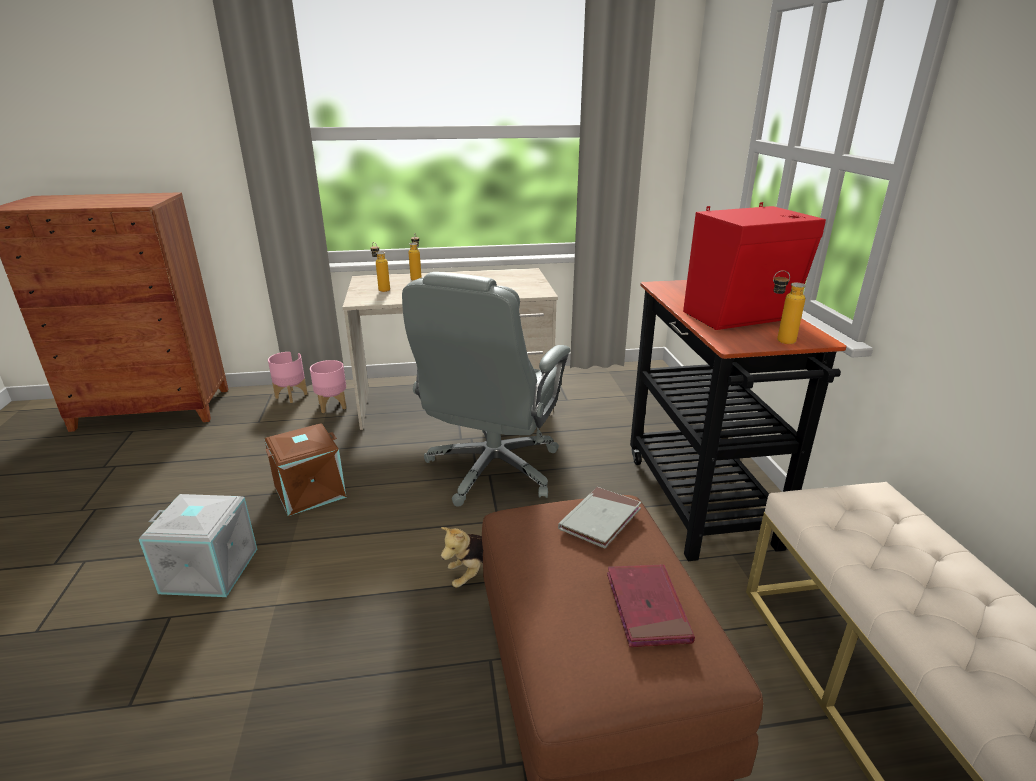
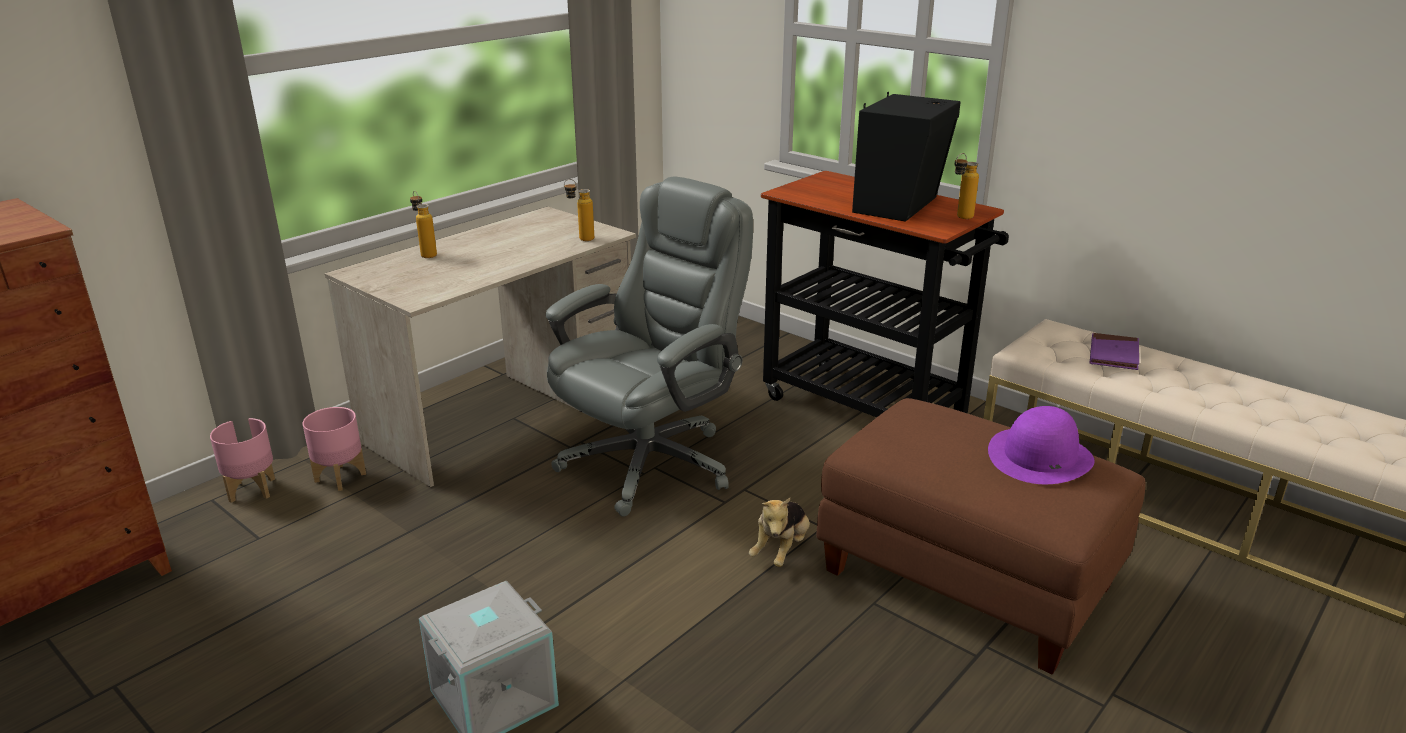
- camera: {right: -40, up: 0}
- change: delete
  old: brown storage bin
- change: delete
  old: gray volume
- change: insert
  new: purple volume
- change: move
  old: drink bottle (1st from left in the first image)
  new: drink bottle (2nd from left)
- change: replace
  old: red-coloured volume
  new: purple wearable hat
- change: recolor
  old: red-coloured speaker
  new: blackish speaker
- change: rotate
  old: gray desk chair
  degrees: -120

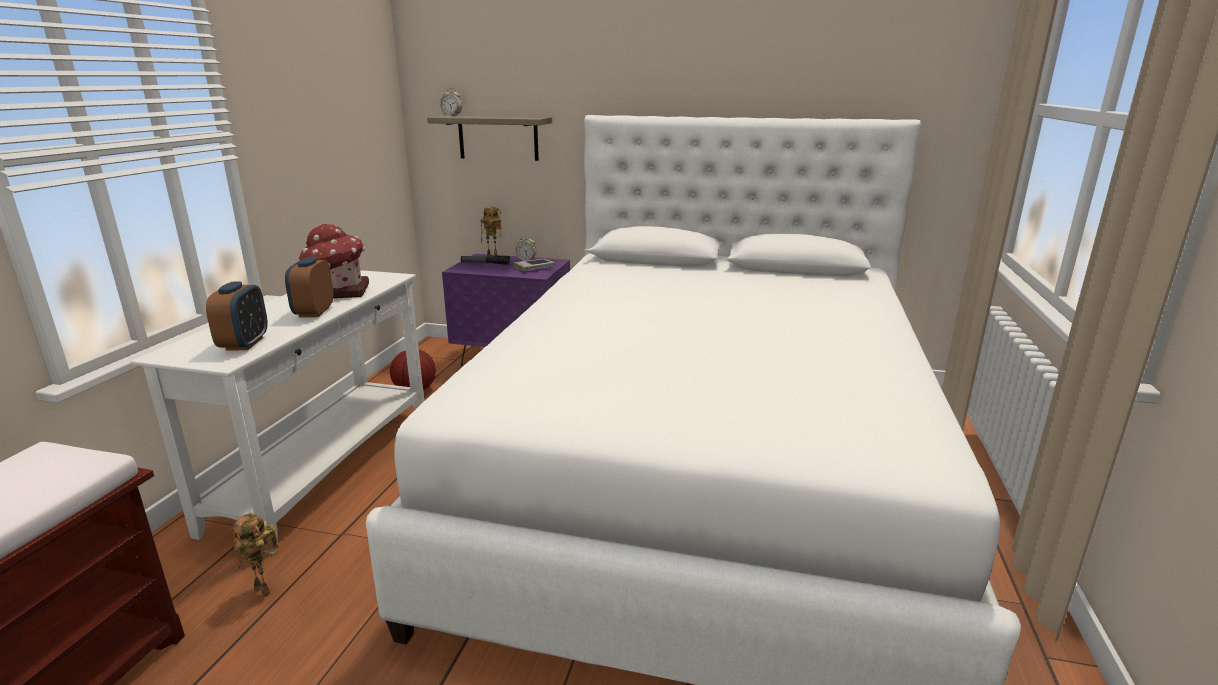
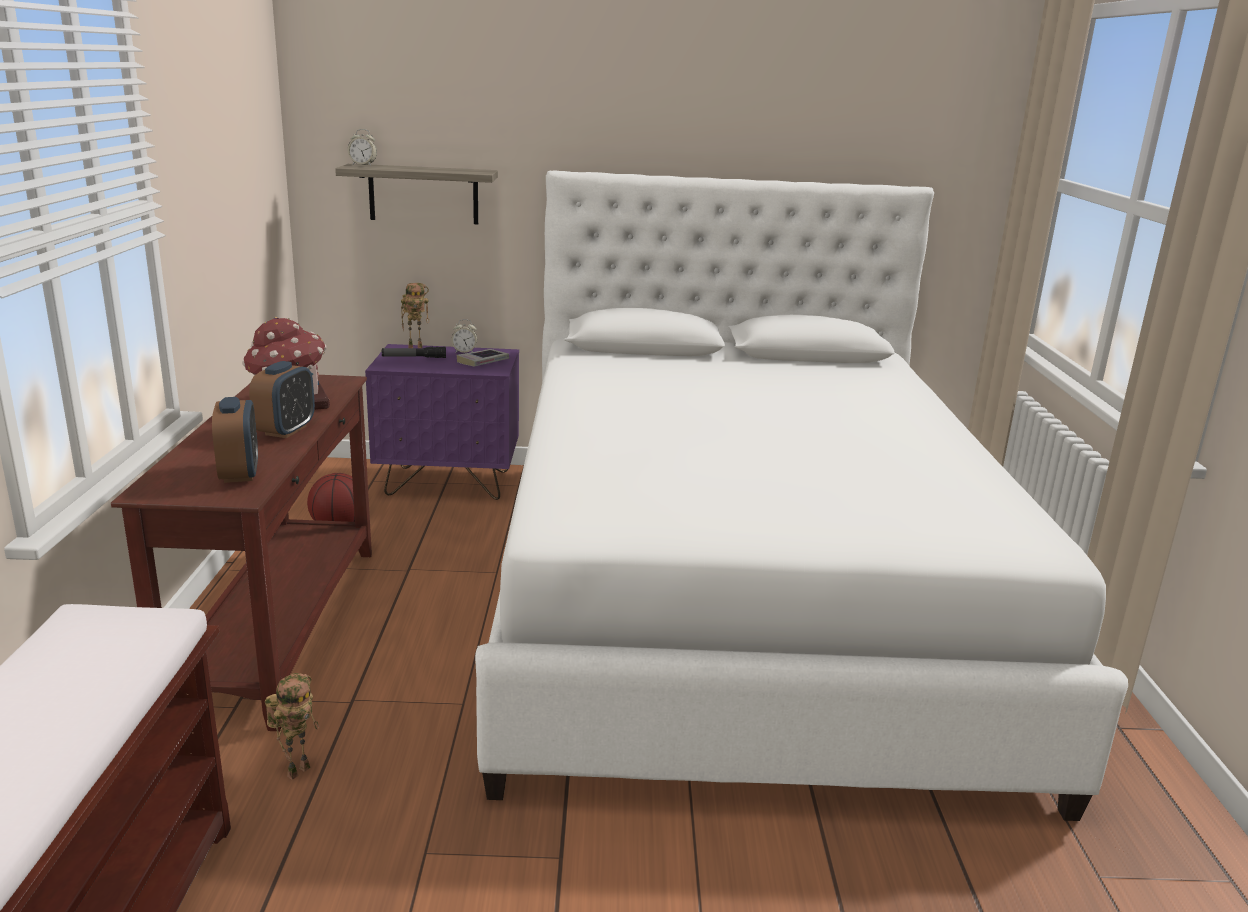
- camera: {right: -15, up: 0}
- change: recolor
  old: white narrow table
  new: brown narrow table
- change: rotate
  old: robot figure (1st from left)
  degrees: -75
- change: rotate
  old: alarm clock (2nd from left)
  degrees: -150

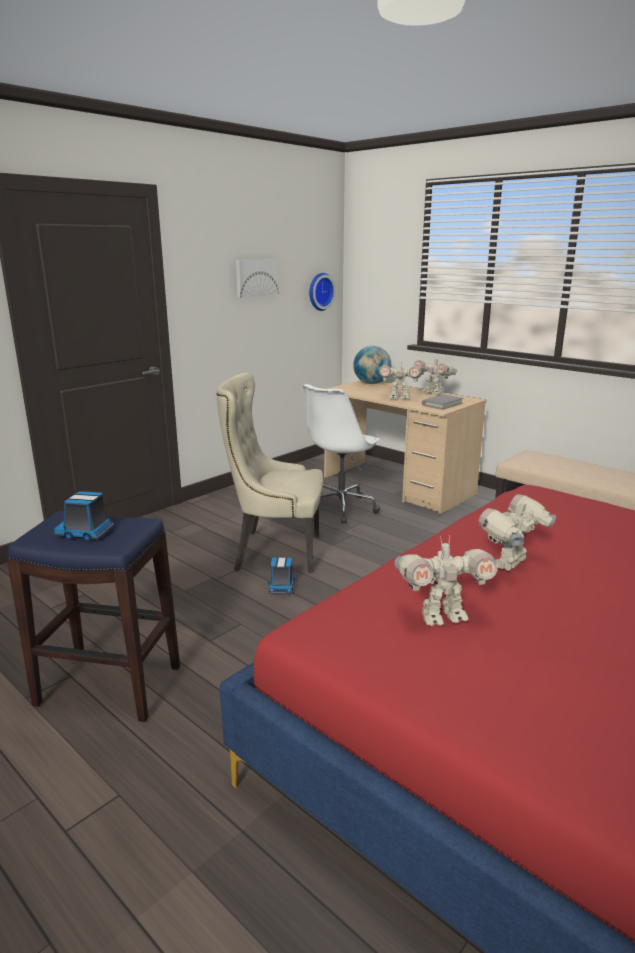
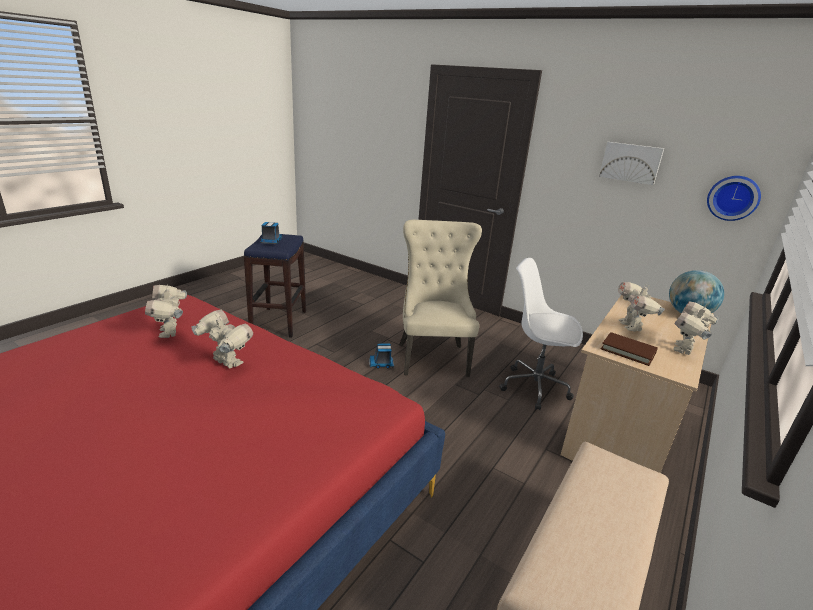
- camera: {right: 80, up: 5}
- change: recolor
  old: gray volume
  new: brown volume

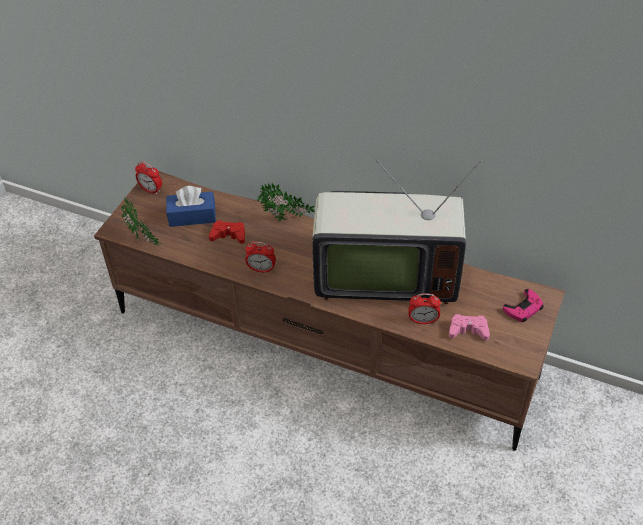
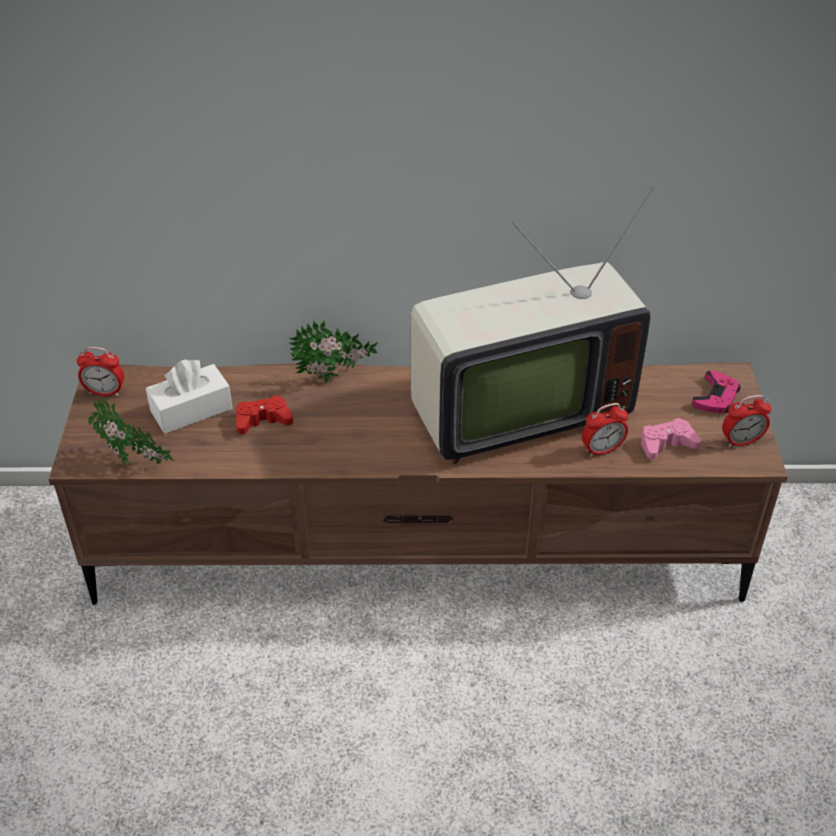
- camera: {right: -25, up: -5}
- change: move
  old: alarm clock (2nd from left in the first image)
  new: alarm clock (3rd from left)
- change: recolor
  old: blue tissue box
  new: white tissue box

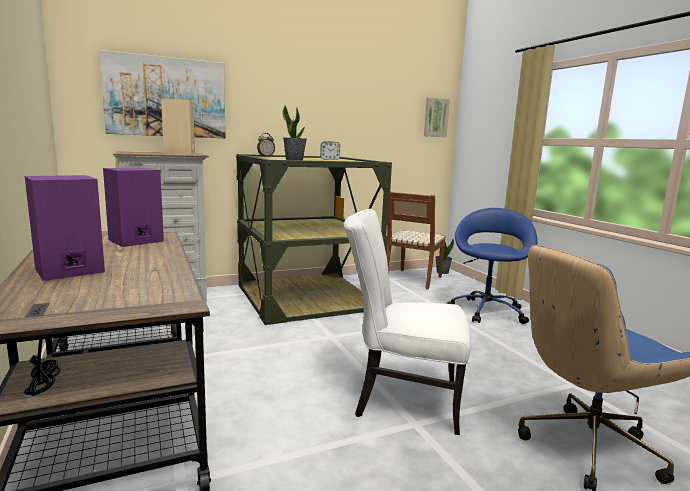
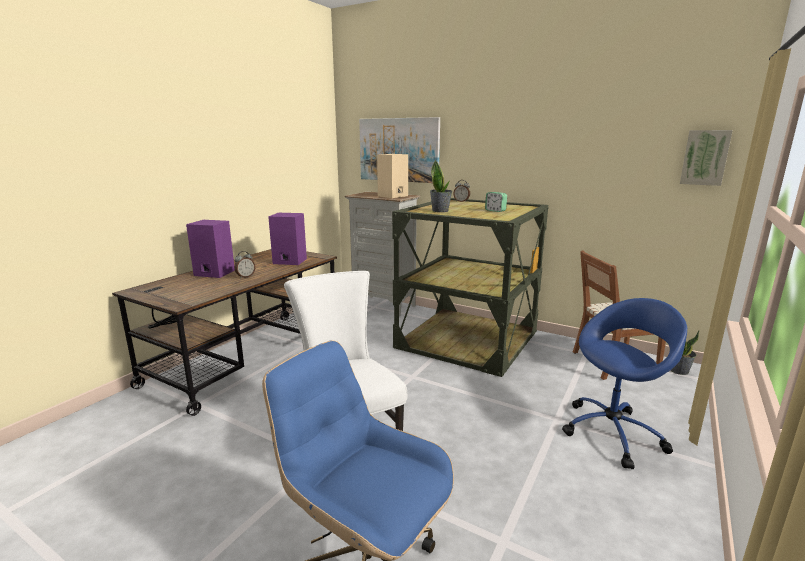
- camera: {right: 55, up: 5}
- change: insert
  new: alarm clock (1st from left)

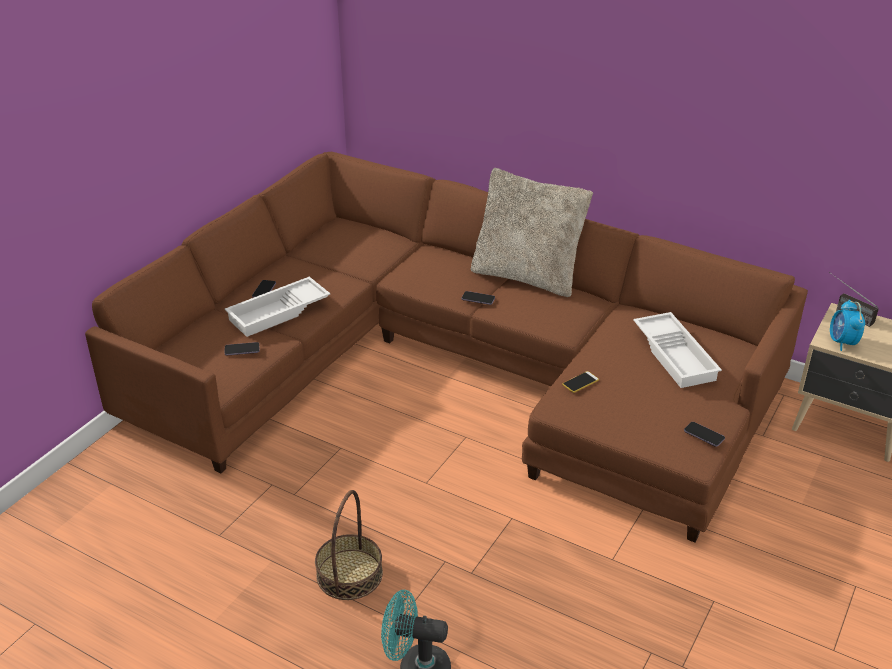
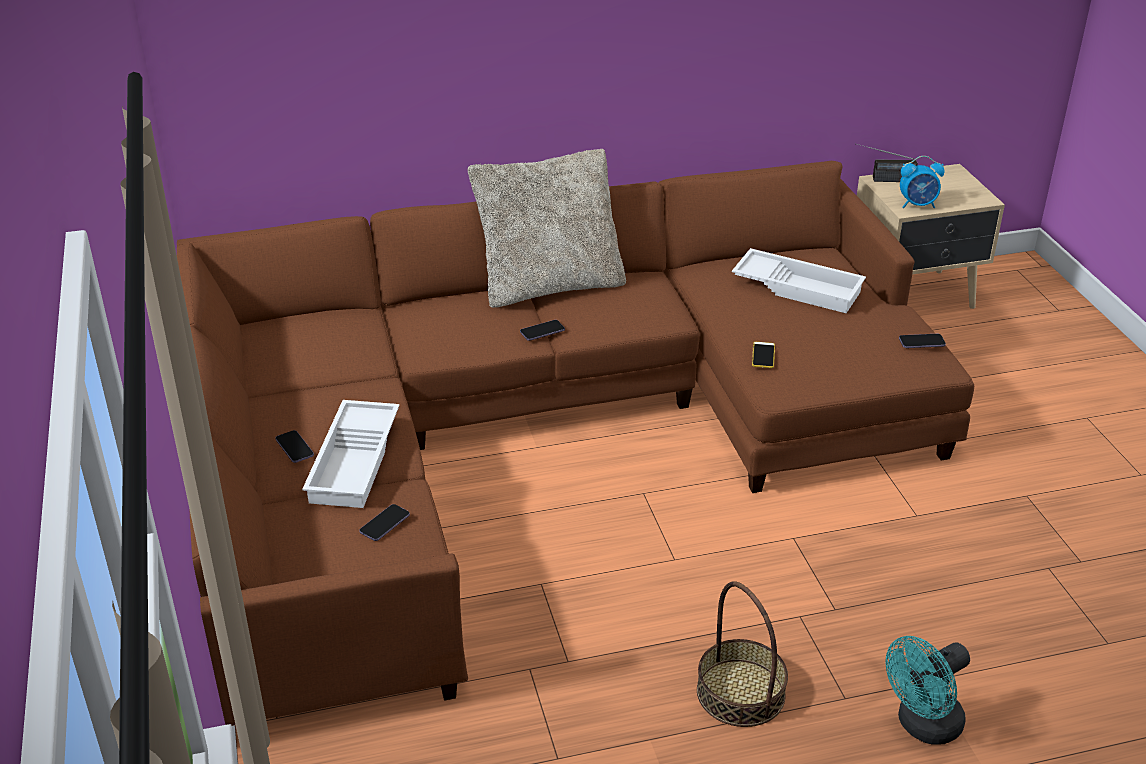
- camera: {right: -45, up: 0}
- change: rotate
  old: alarm clock
  degrees: -45

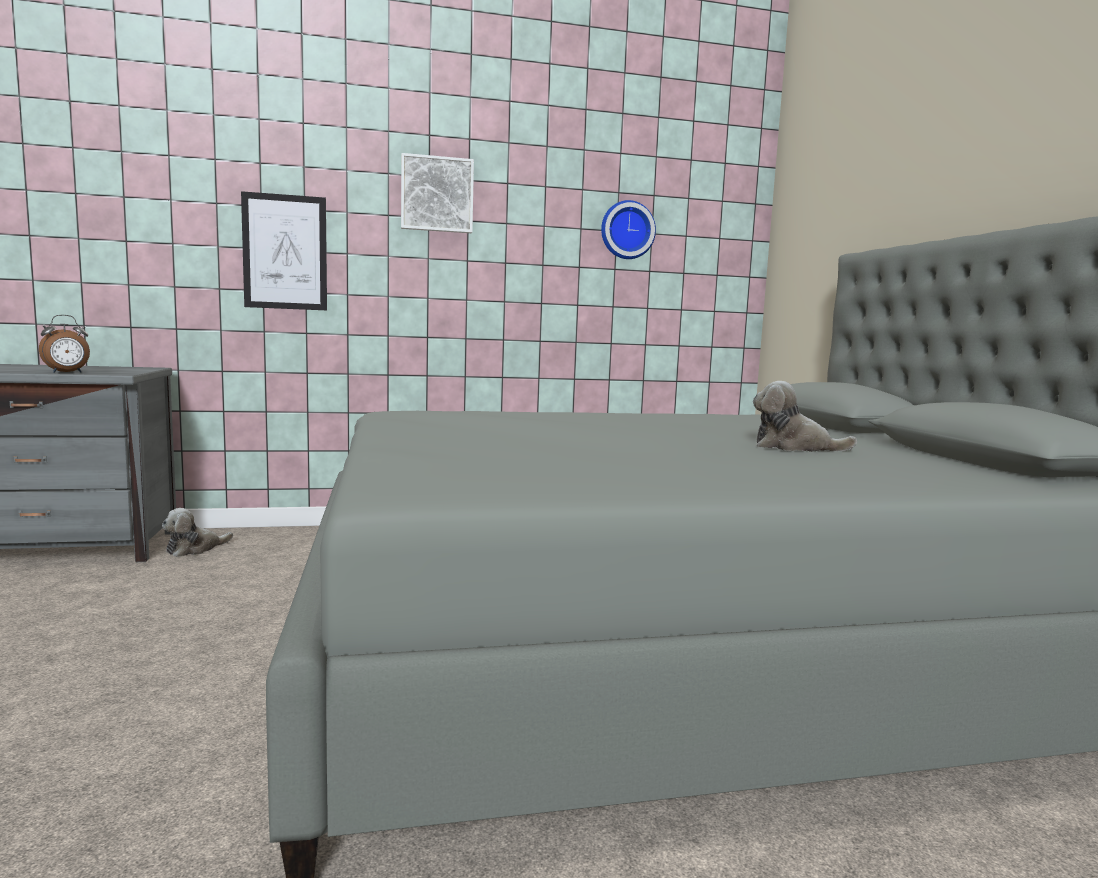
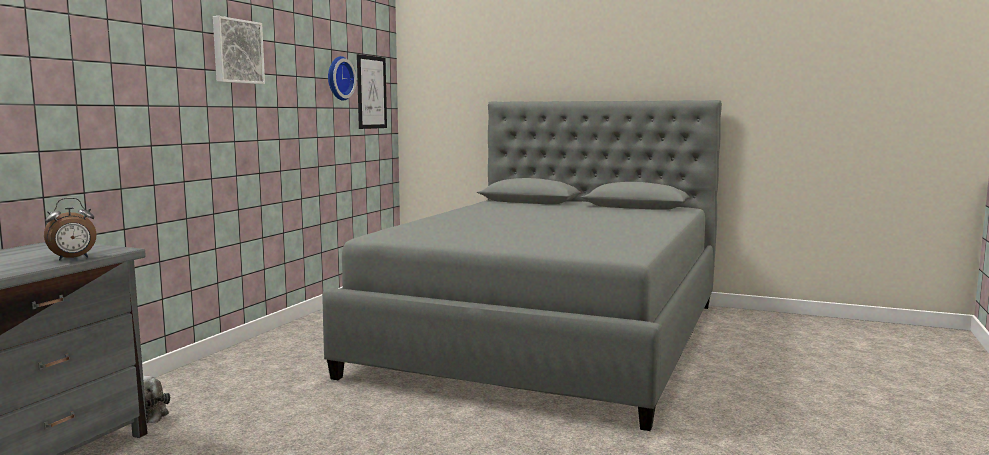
- camera: {right: -55, up: 0}
- change: delete
  old: cuddly toy (2nd from left)
- change: move
  old: picture (1st from left in the first image)
  new: picture (2nd from left)
- change: rotate
  old: alarm clock
  degrees: 60

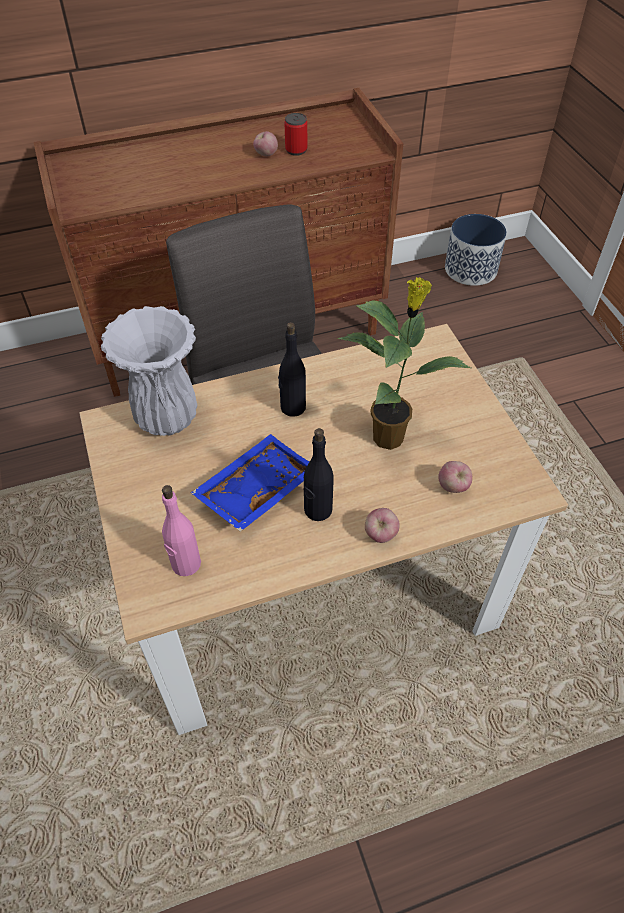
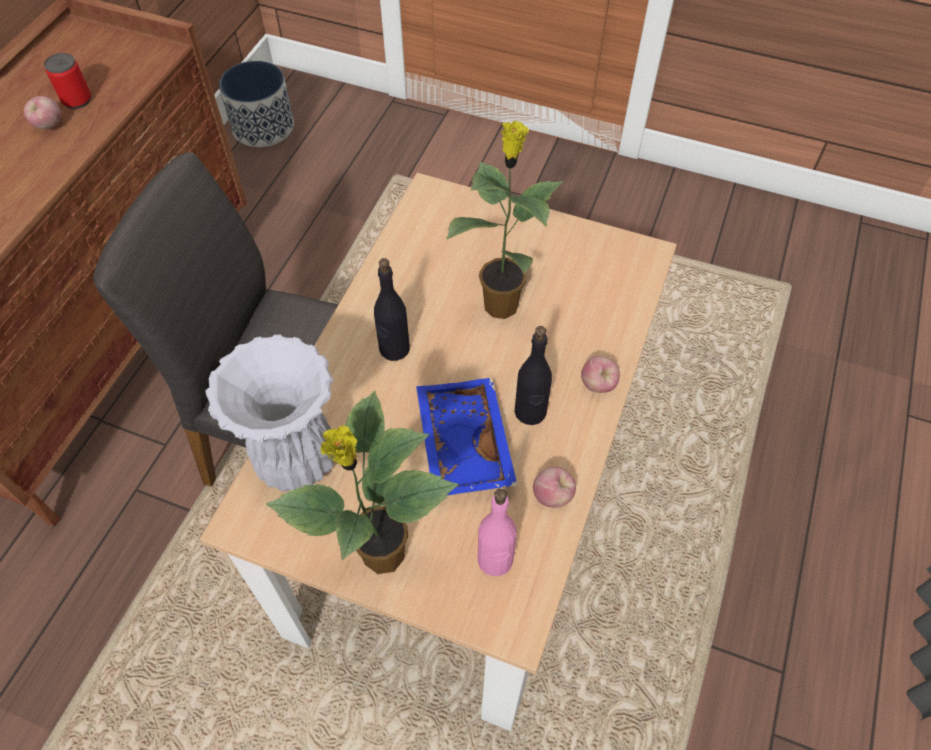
- camera: {right: -50, up: 5}
- change: insert
  new: potted plant (1st from left)
- change: move
  old: apple (3rd from left in the first image)
  new: apple (2nd from left)

